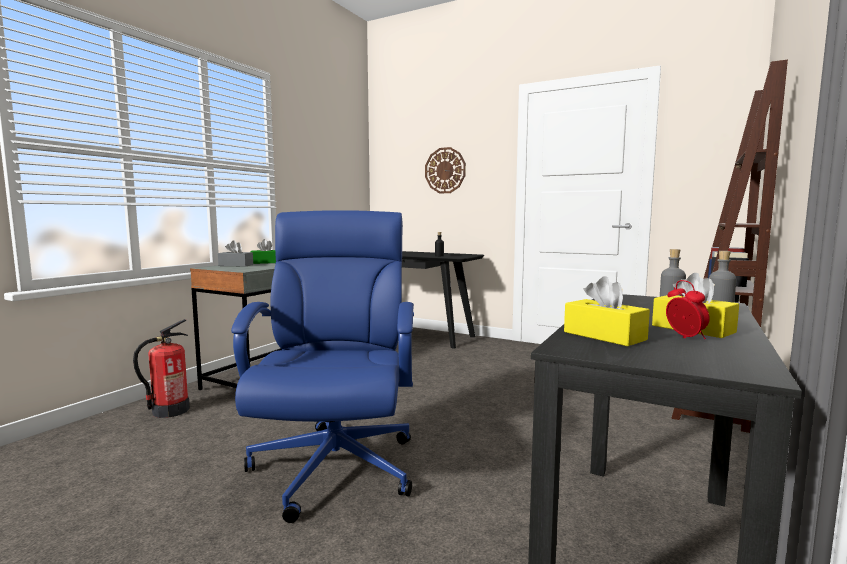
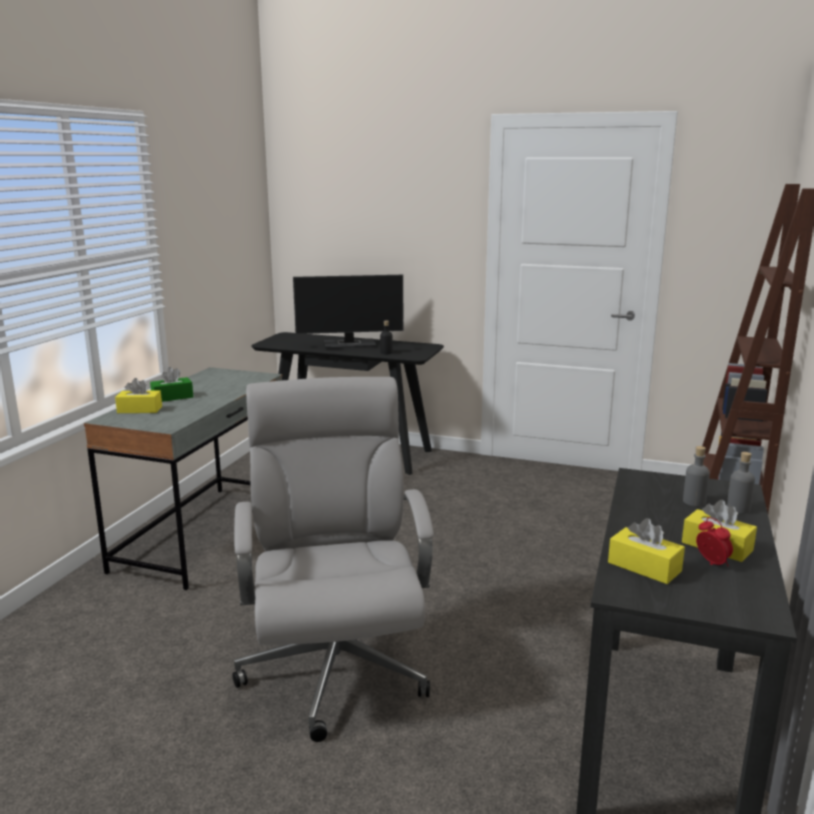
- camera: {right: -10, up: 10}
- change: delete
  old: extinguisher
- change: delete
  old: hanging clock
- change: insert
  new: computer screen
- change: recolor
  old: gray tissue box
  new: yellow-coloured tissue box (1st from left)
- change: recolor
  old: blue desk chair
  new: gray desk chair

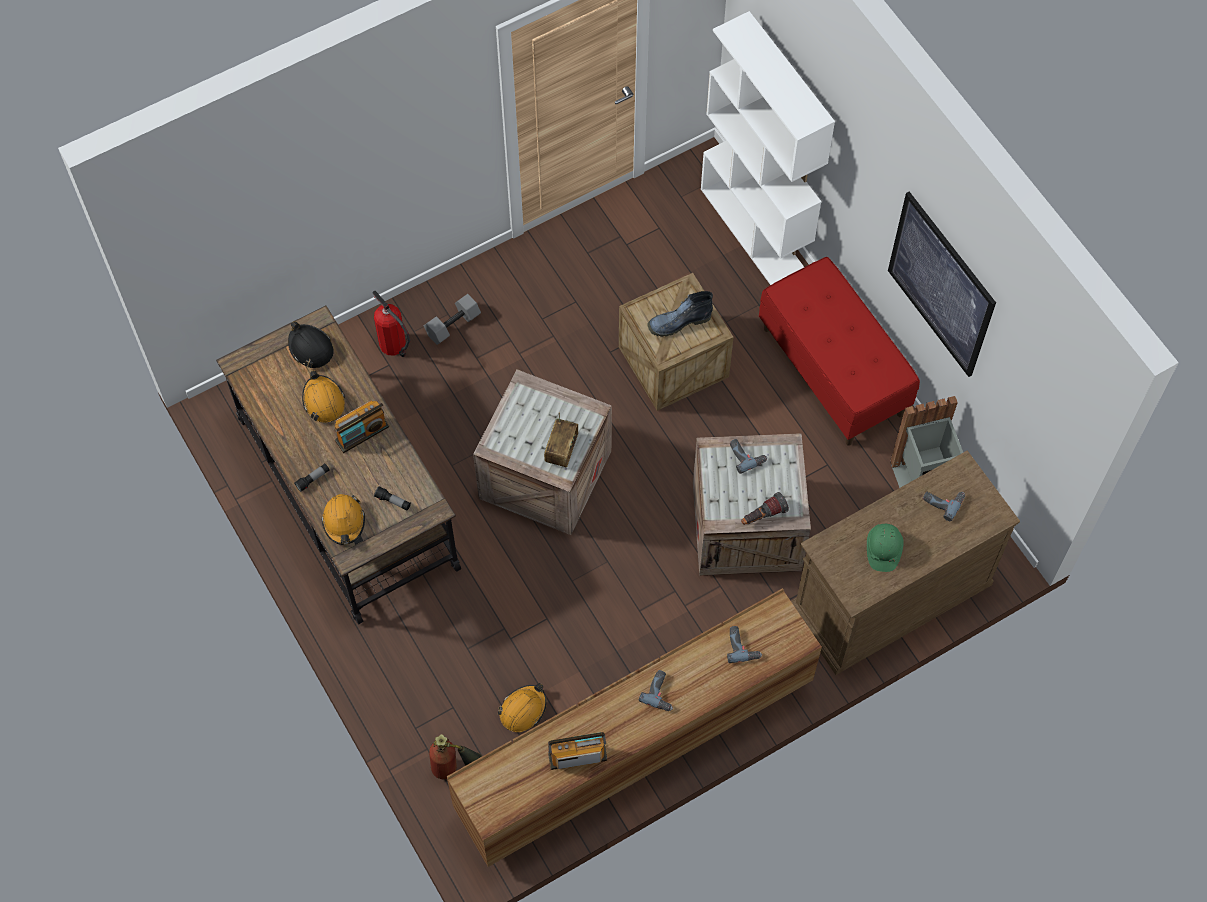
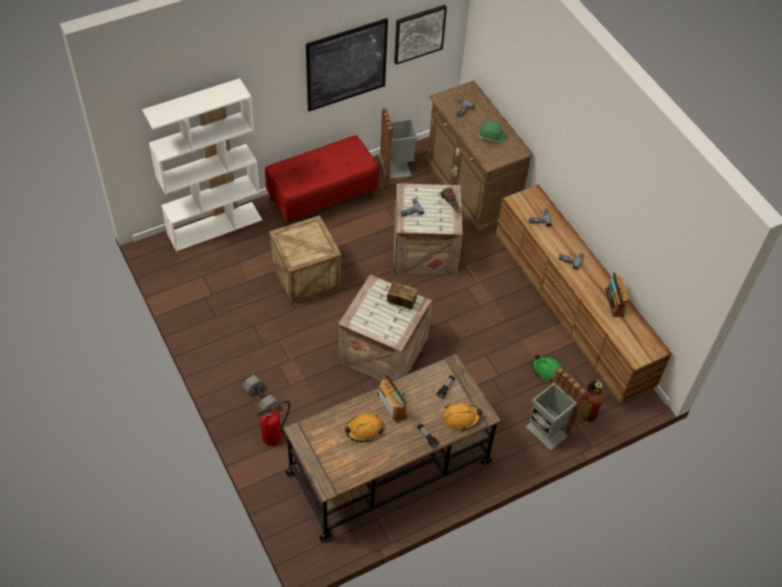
- camera: {right: -90, up: -10}
- change: delete
  old: blackish work helmet
- change: delete
  old: tall boot
- change: insert
  new: picture (2nd from left)
- change: insert
  new: gray trash can (2nd from left)
- change: recolor
  old: orangey work helmet (3rd from left)
  new: green work helmet (2nd from left)

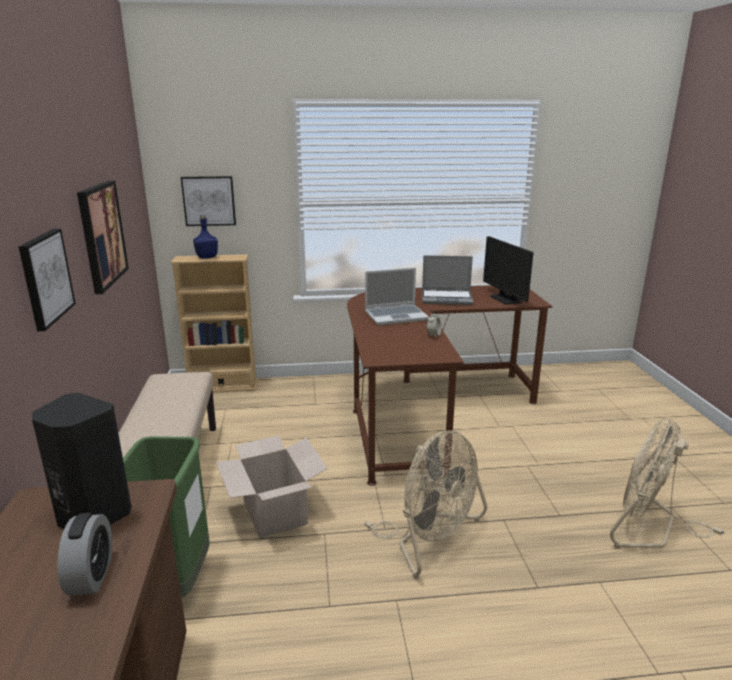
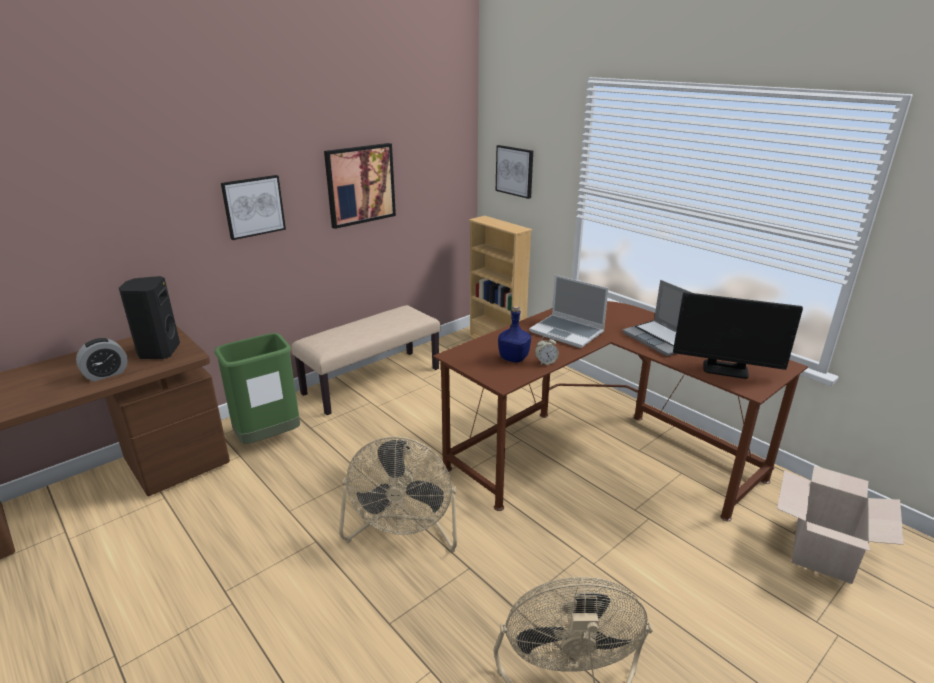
- camera: {right: 55, up: 5}
- change: move
  old: blue drink bottle
- change: move
  old: cardboard box
- change: rotate
  old: computer screen
  degrees: -105

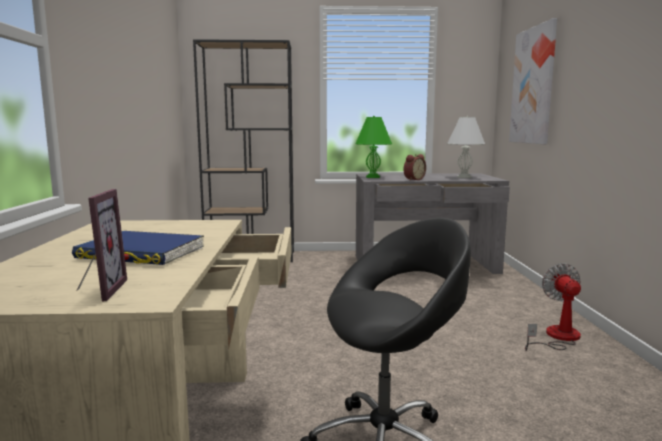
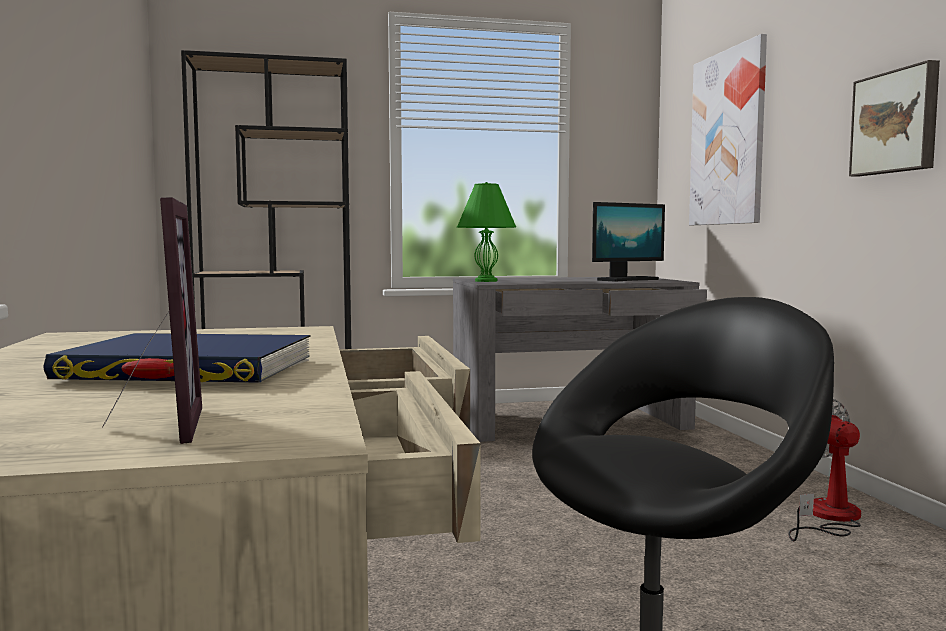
- camera: {right: -10, up: -5}
- change: delete
  old: alarm clock
- change: insert
  new: picture (2nd from left)
- change: replace
  old: white table lamp
  new: computer screen

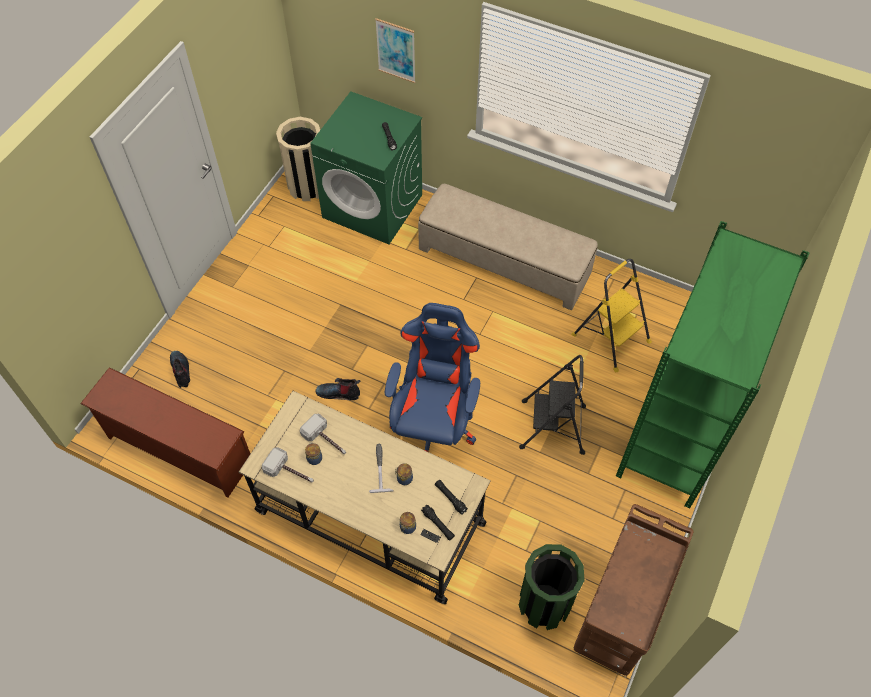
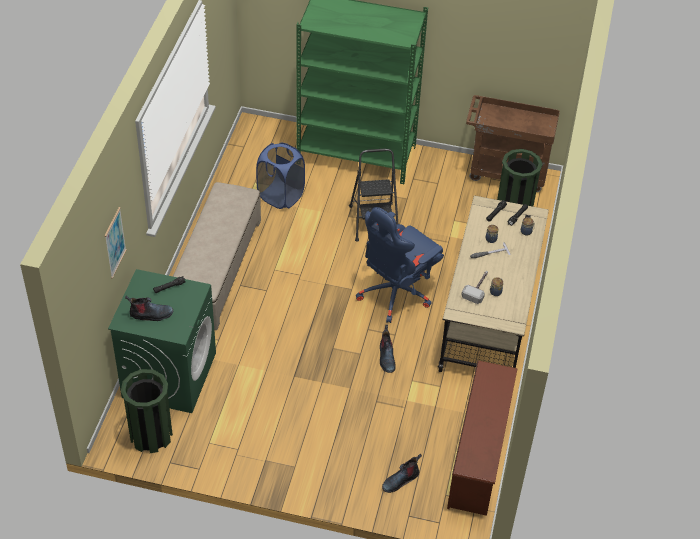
- camera: {right: -105, up: -10}
- change: delete
  old: hand hammer (1st from left)
- change: insert
  new: tall boot (1st from left)
- change: replace
  old: yellow-coloured stepladder
  new: blue hamper
- change: recolor
  old: beige-coloured trash can
  new: green trash can (1st from left)
- change: rotate
  old: blue desk chair
  degrees: -45

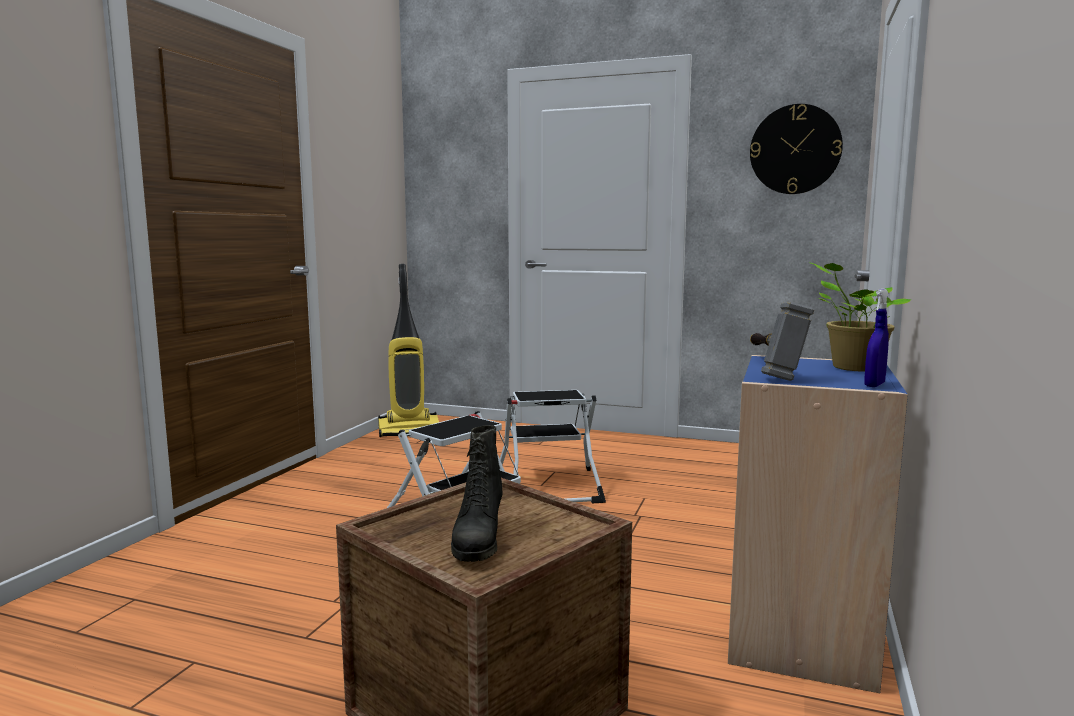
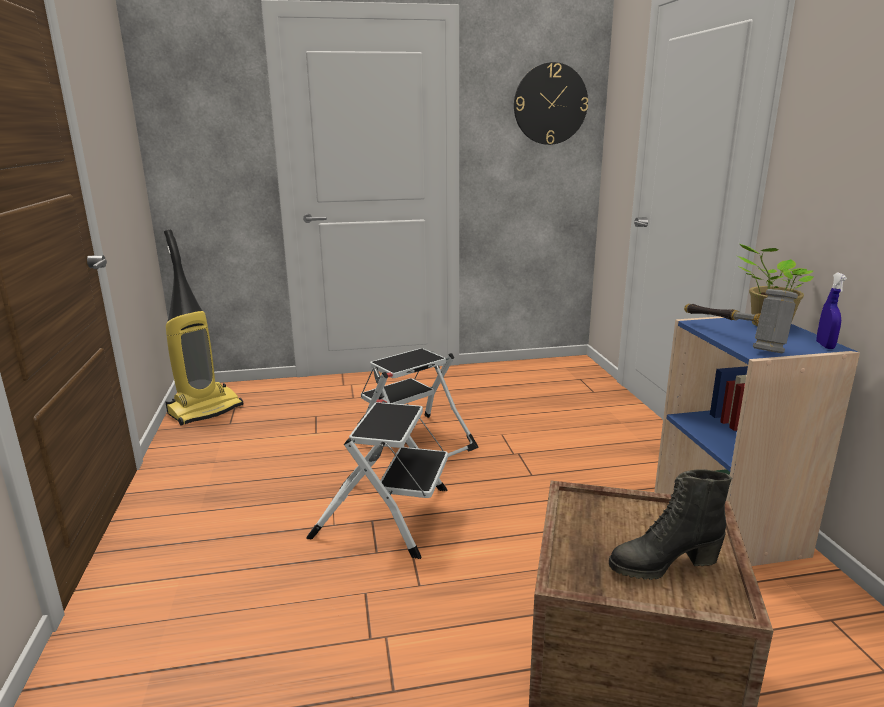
- camera: {right: -30, up: 10}
- change: rotate
  old: blackish tall boot
  degrees: 105

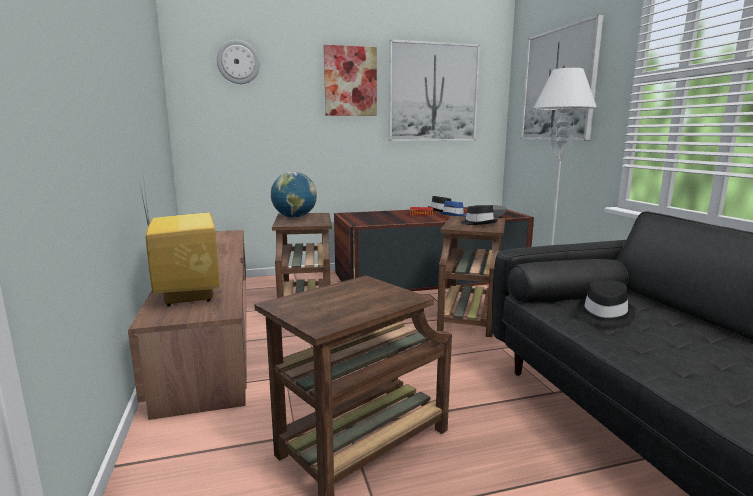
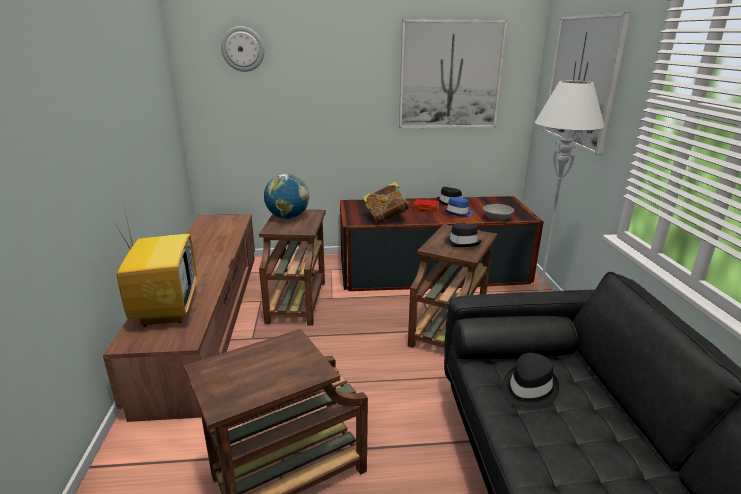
- camera: {right: 10, up: 10}
- change: delete
  old: picture (1st from left)
- change: insert
  new: volume (1st from left)

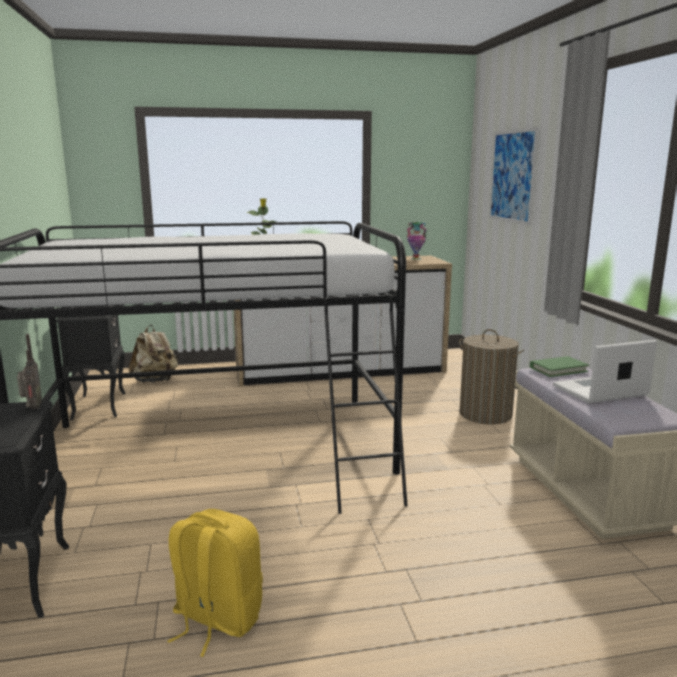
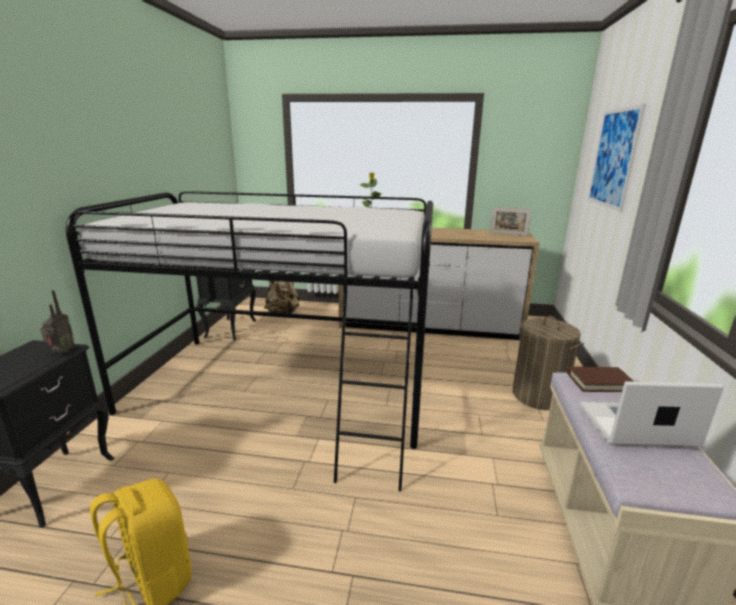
- camera: {right: 20, up: 5}
- change: replace
  old: decorative vase
  new: photo frame
- change: recolor
  old: green volume
  new: brown volume

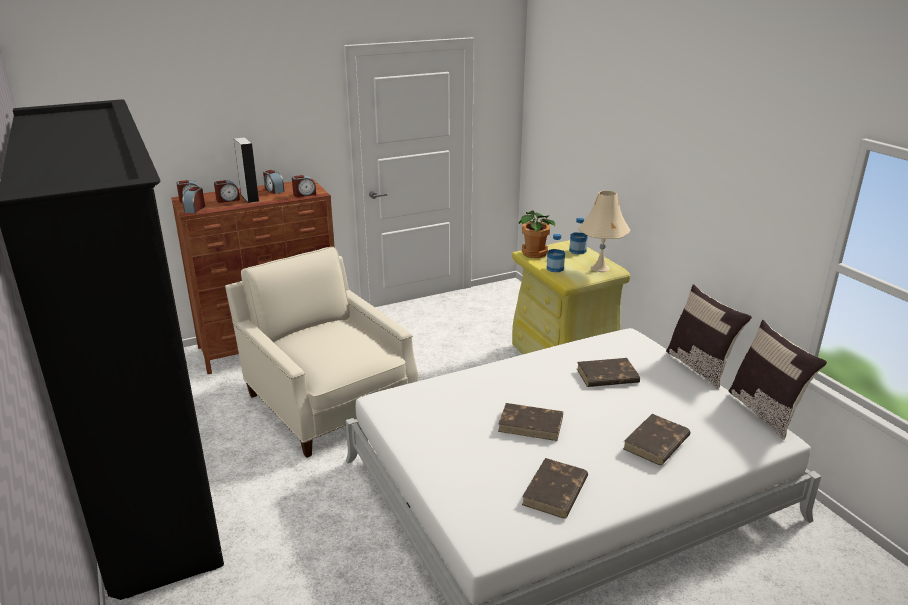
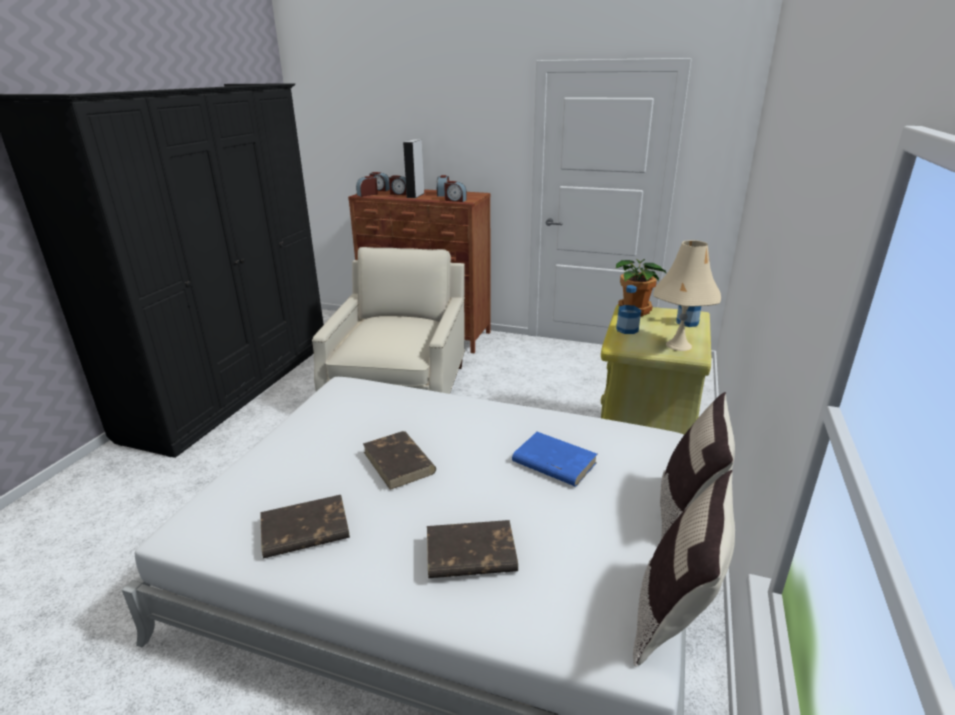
- camera: {right: 45, up: 0}
- change: recolor
  old: brown volume (3rd from left)
  new: blue volume

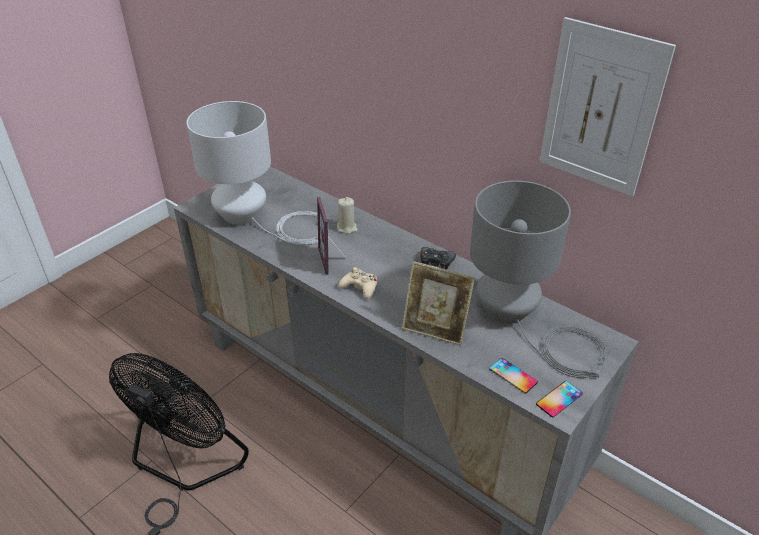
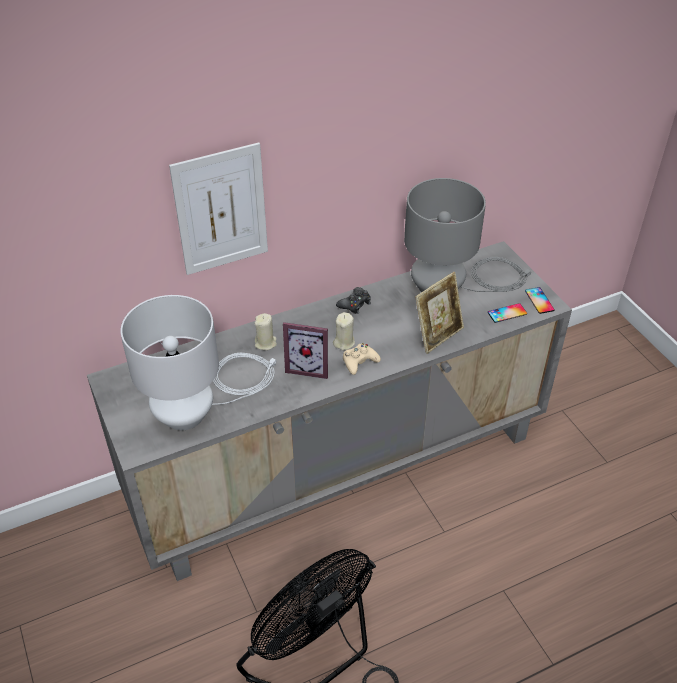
- camera: {right: -65, up: 5}
- change: insert
  new: beige-coloured candle (2nd from left)
- change: move
  old: picture

